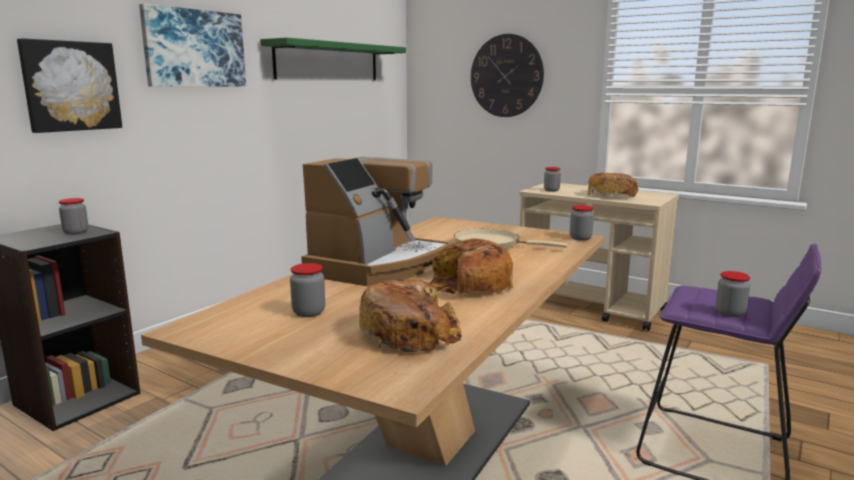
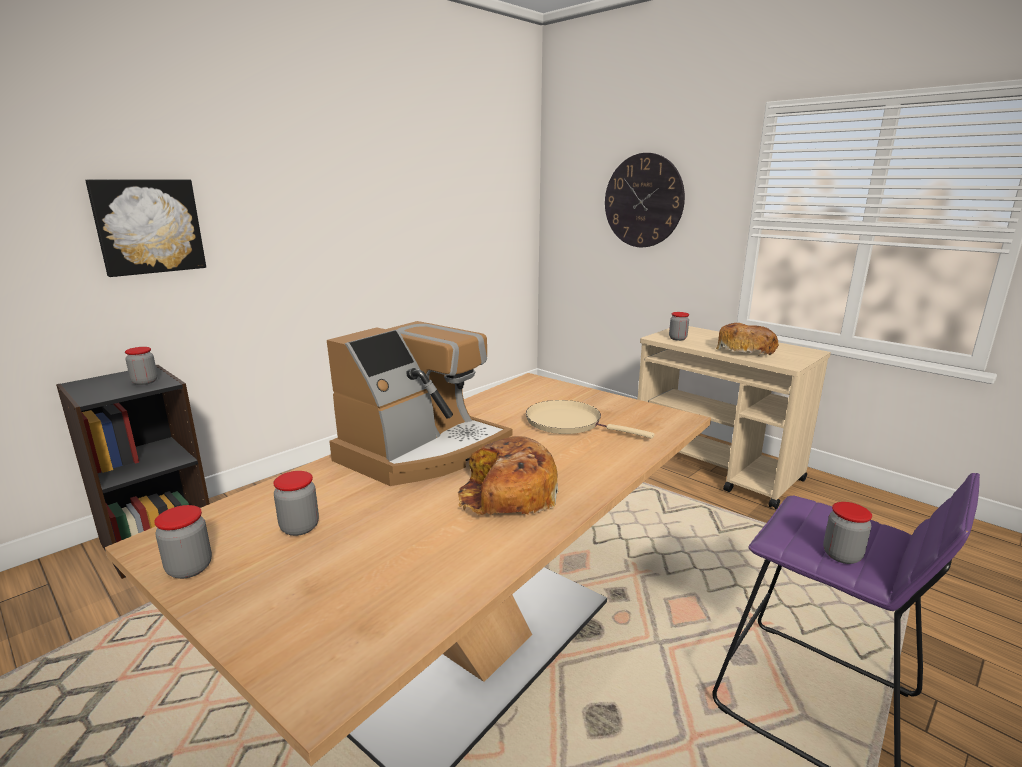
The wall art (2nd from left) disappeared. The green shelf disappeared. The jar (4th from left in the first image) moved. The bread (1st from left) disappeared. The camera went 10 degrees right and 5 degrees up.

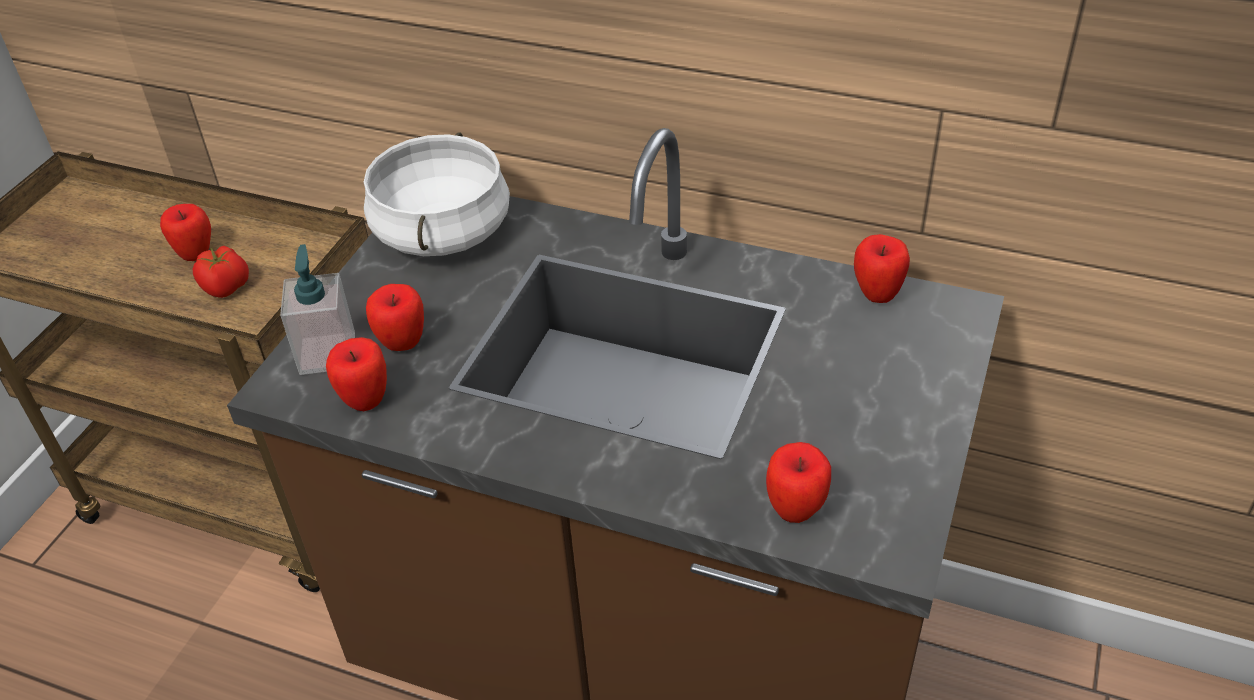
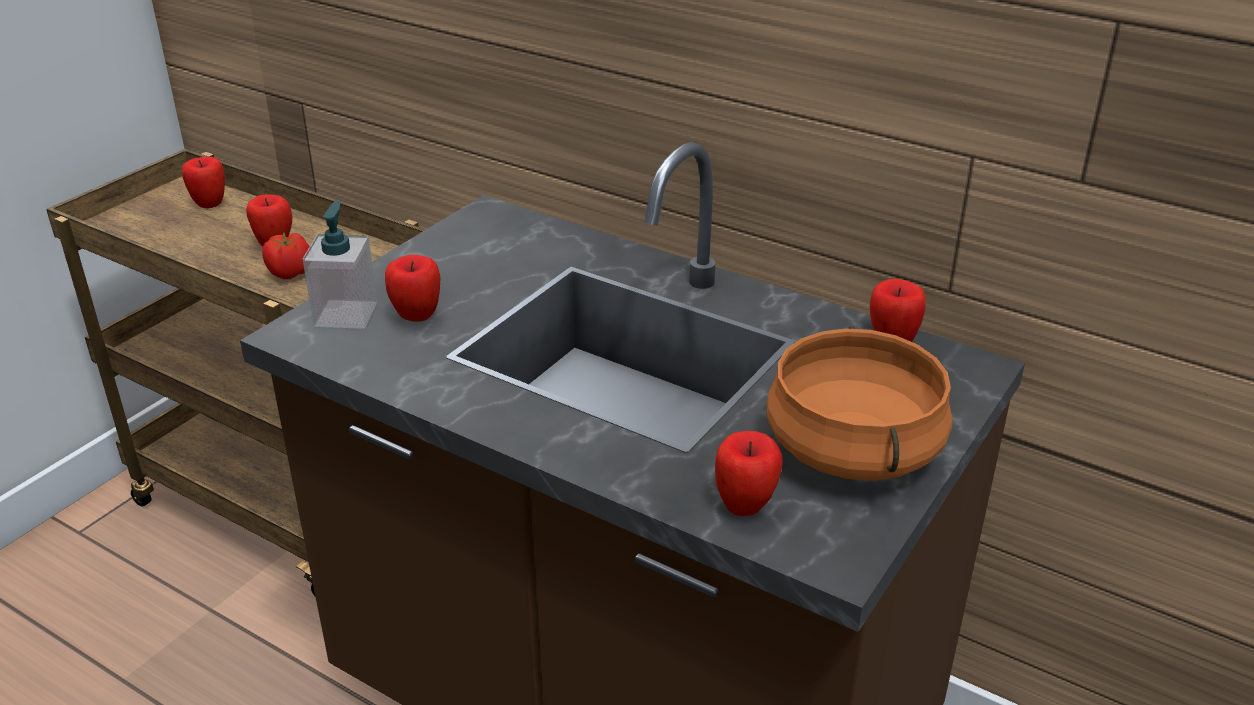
The white-coloured saucepot disappeared. The apple (2nd from left in the first image) moved. The orangey saucepot appeared. The camera went 10 degrees right and 10 degrees down.

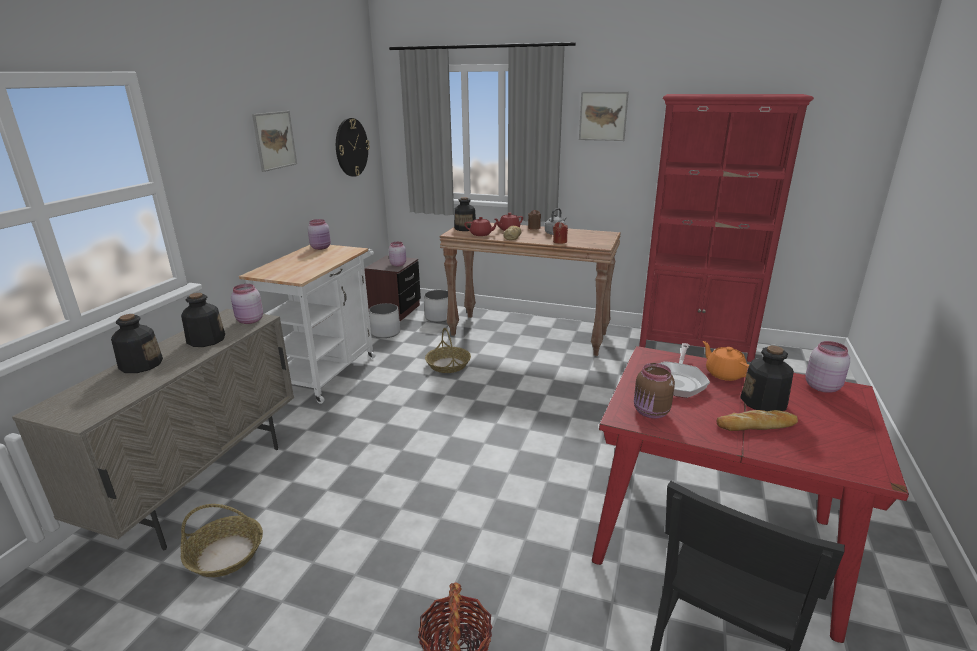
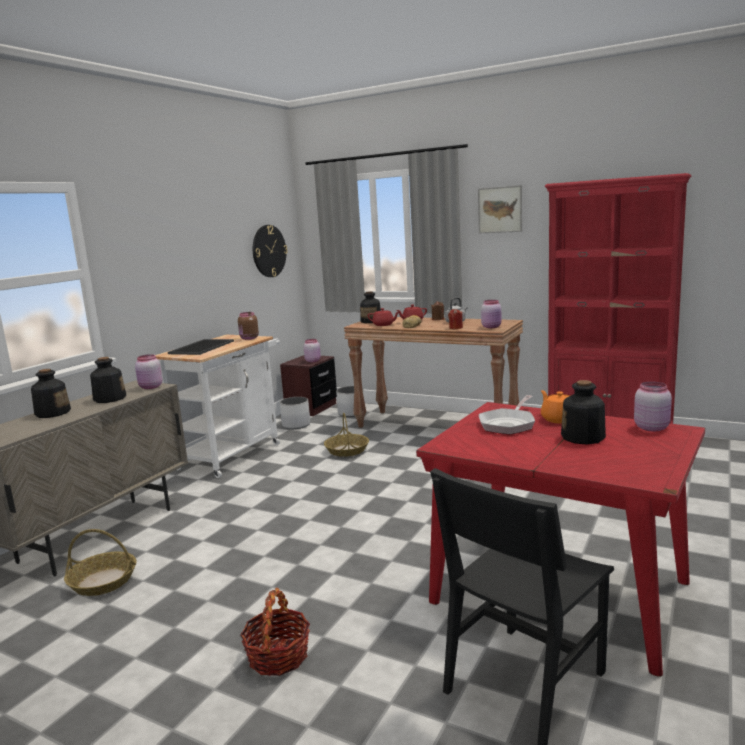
The wall art (1st from left) disappeared. The pink jar (2nd from left in the first image) moved. The brownish jar moved. The bread (2nd from left) disappeared. The carrying tray appeared. The camera went 10 degrees right and 10 degrees down.

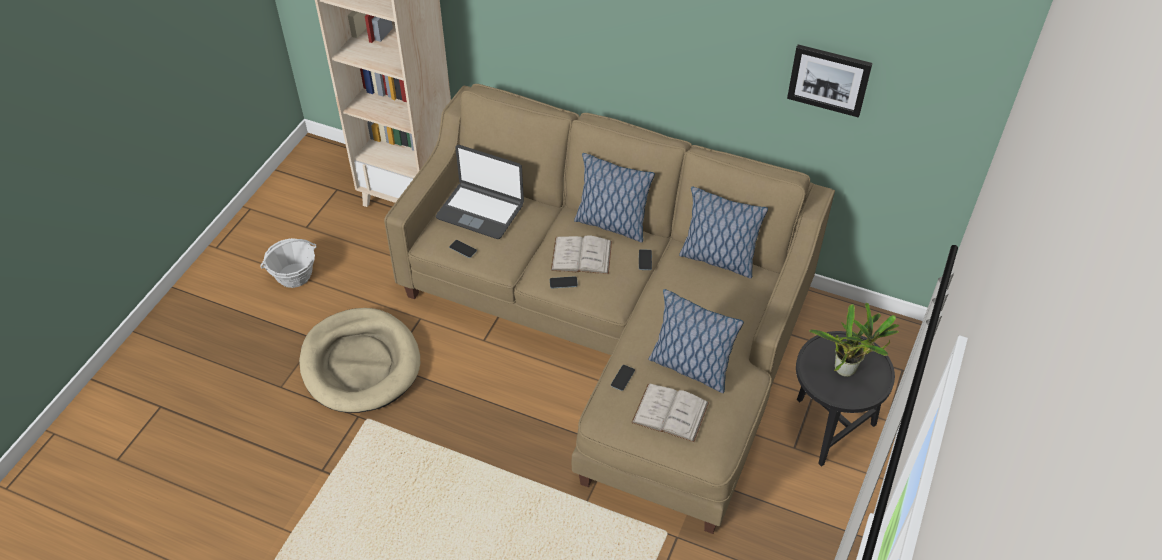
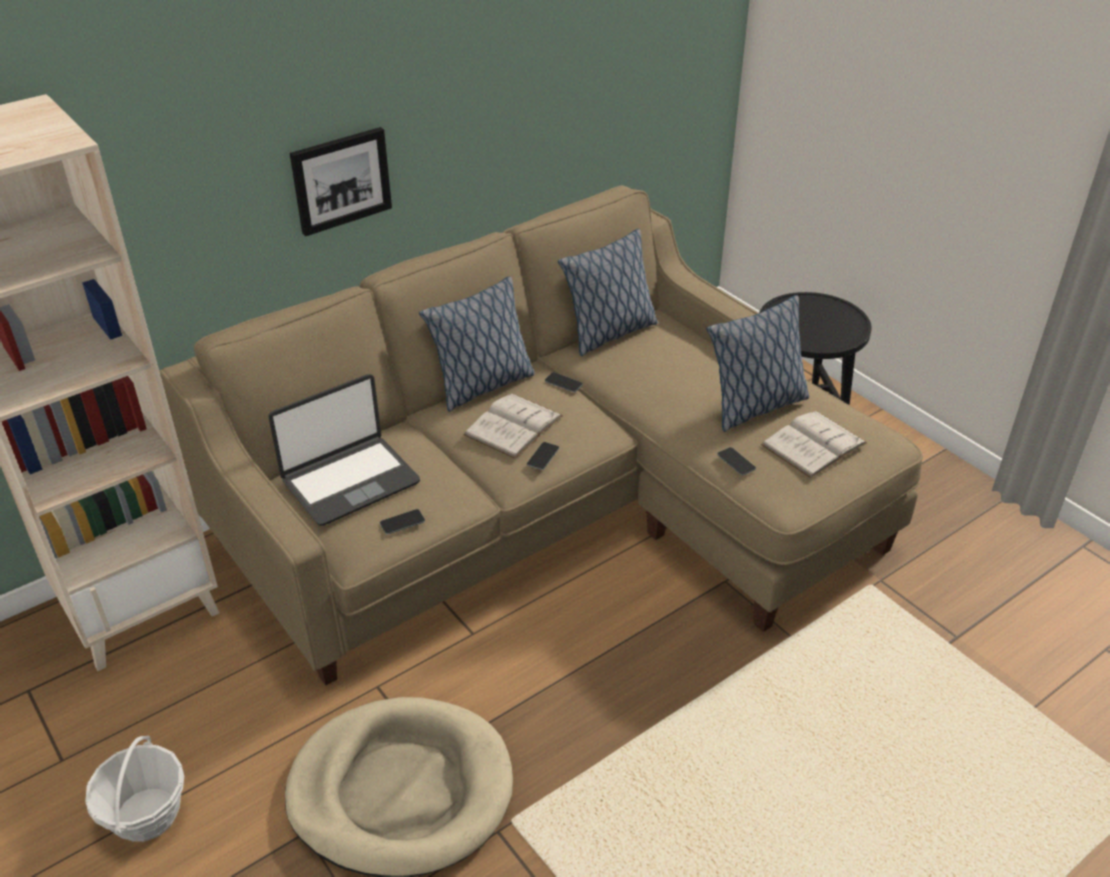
The wall art moved. The potted plant disappeared. The camera went 60 degrees left and 10 degrees down.

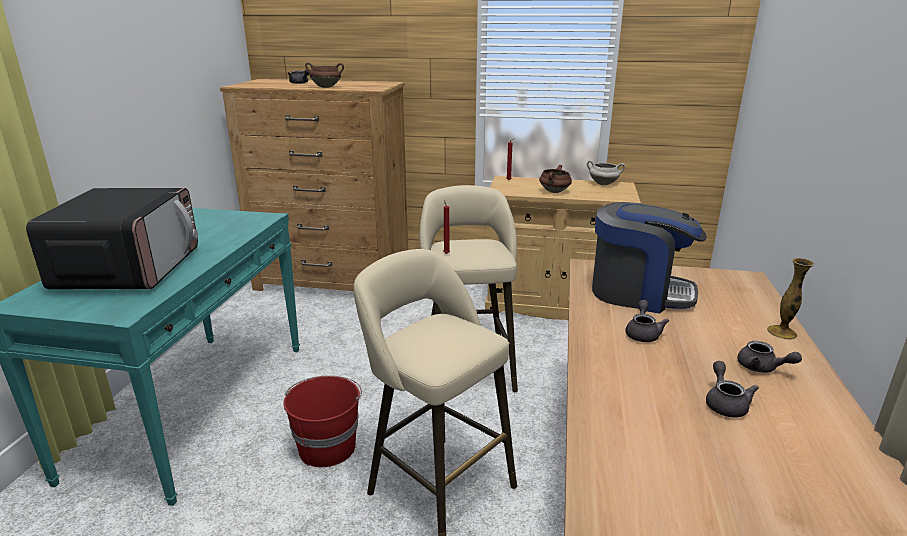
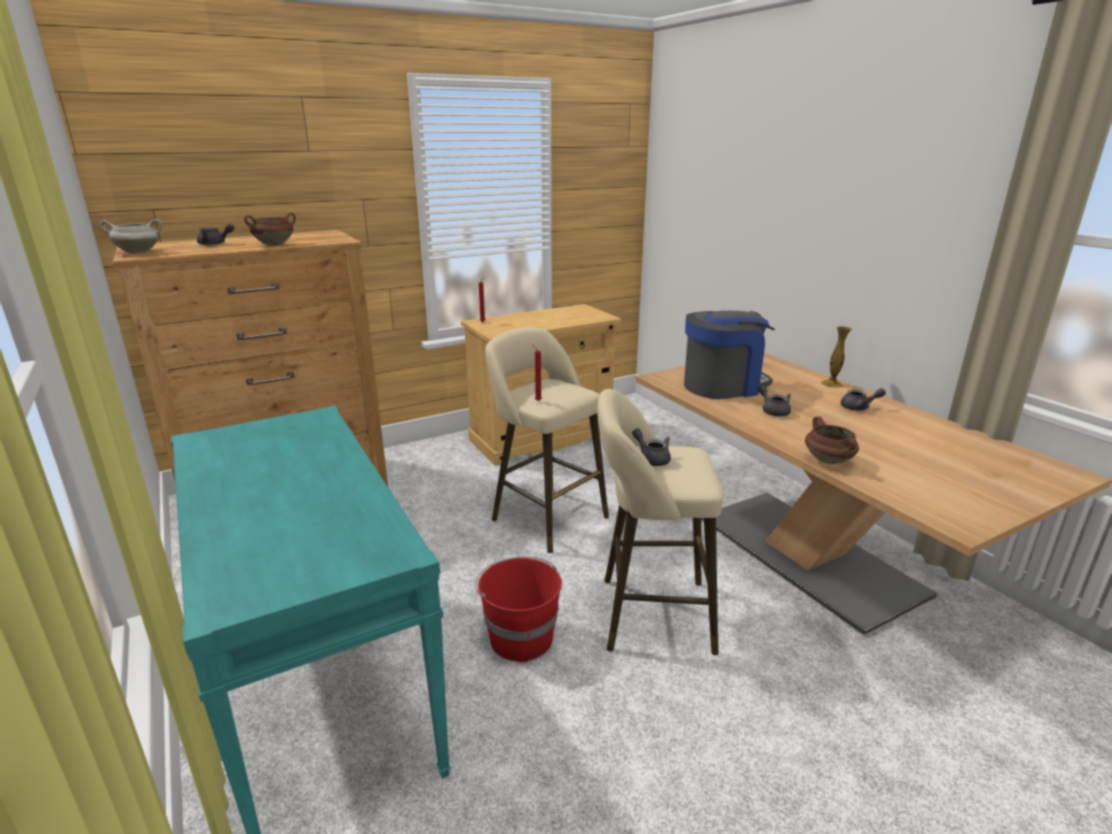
The white-coloured saucepot moved. The brownish saucepot (2nd from left) moved. The kitchen microwave disappeared. The greyish pot for tea (3rd from left in the first image) moved. The camera went 40 degrees left and 0 degrees up.

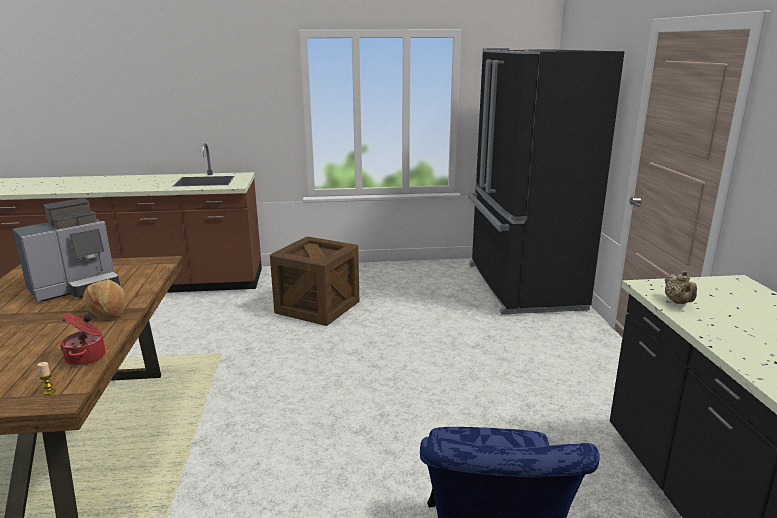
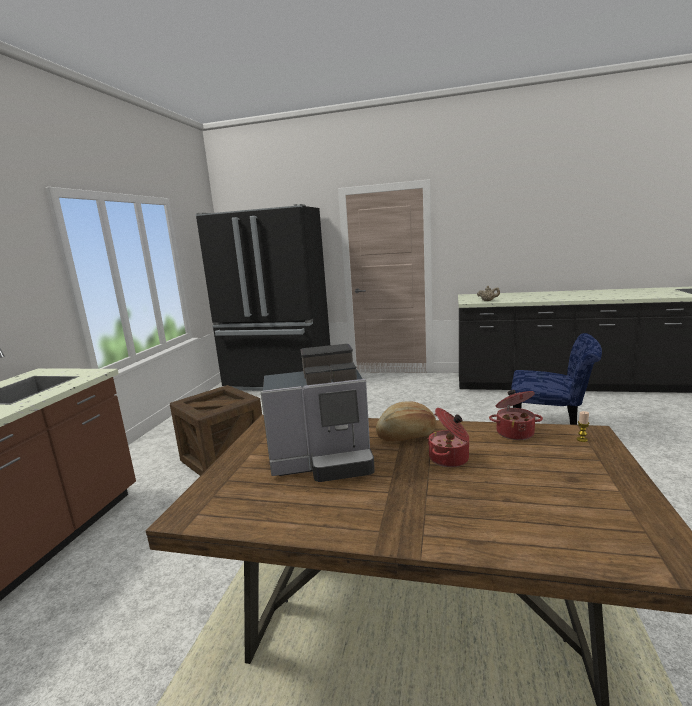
The coffee machine turned 105 degrees clockwise. The saucepot (1st from left) appeared. The camera went 70 degrees left and 5 degrees down.

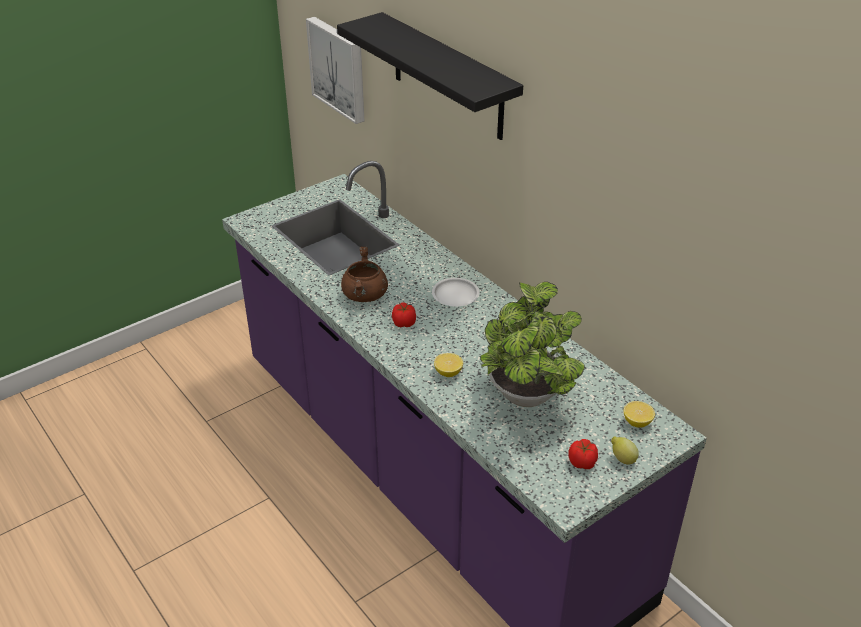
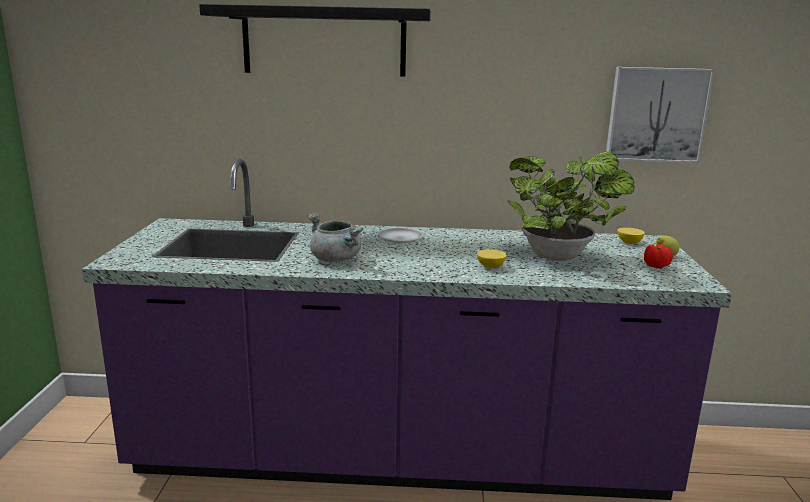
The wall art moved. The brownish saucepot became the greyish saucepot. The tomato (1st from left) disappeared. The camera went 50 degrees left and 20 degrees down.

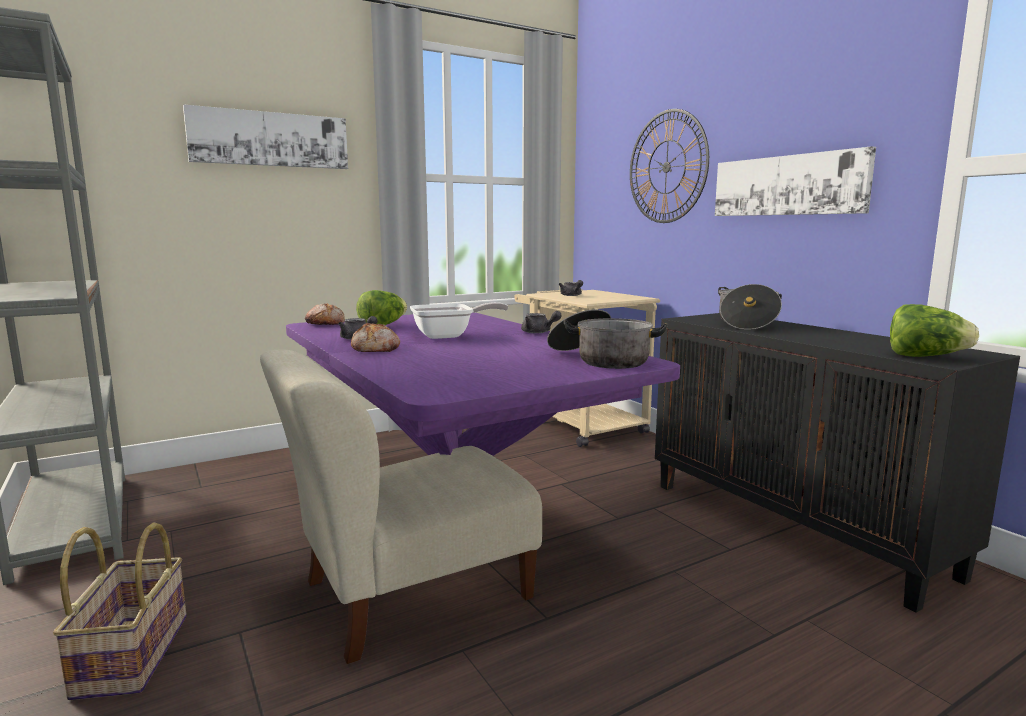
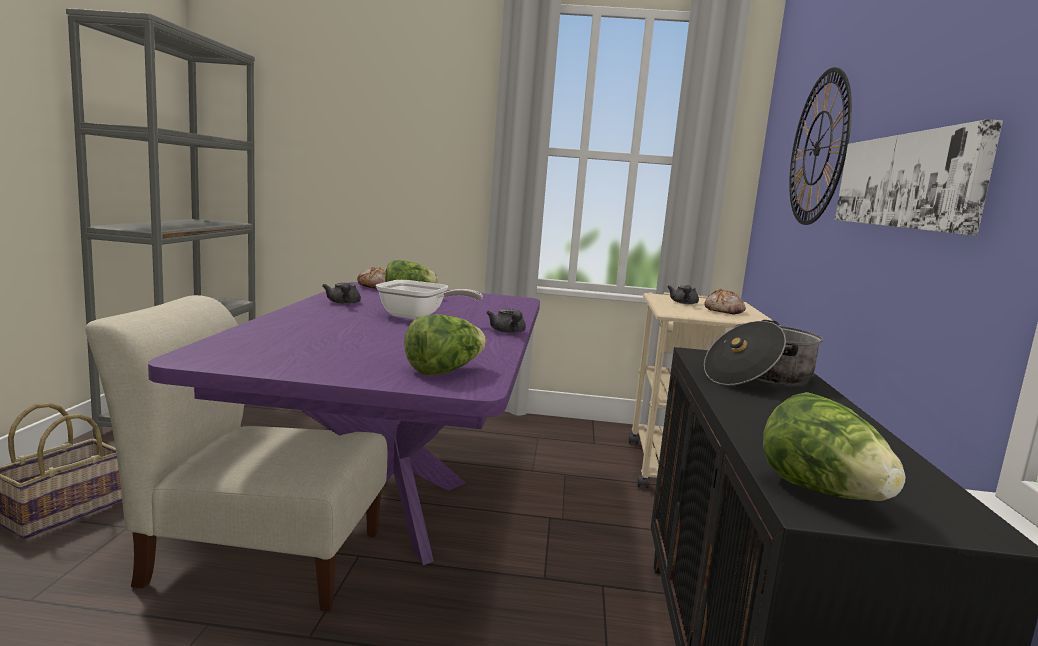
The wall art (1st from left) disappeared. The saucepot (1st from left) was replaced by the head of lettuce (2nd from left). The bread (2nd from left) moved. The camera went 35 degrees right and 0 degrees up.

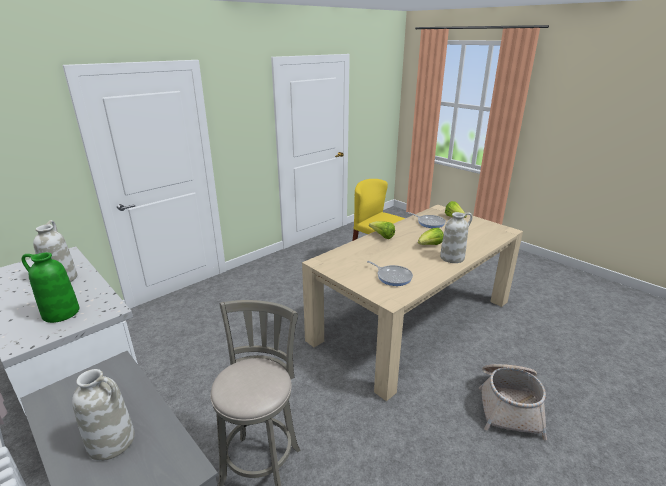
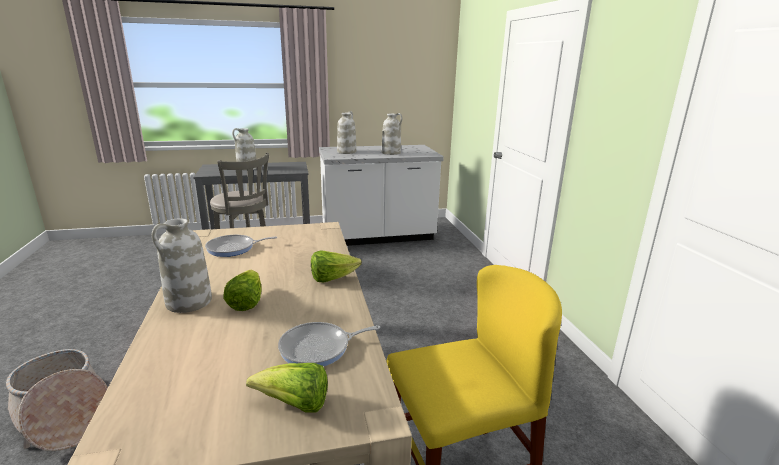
The green decorative vase became the white-coloured decorative vase (3rd from left). The camera went 120 degrees right and 5 degrees down.

